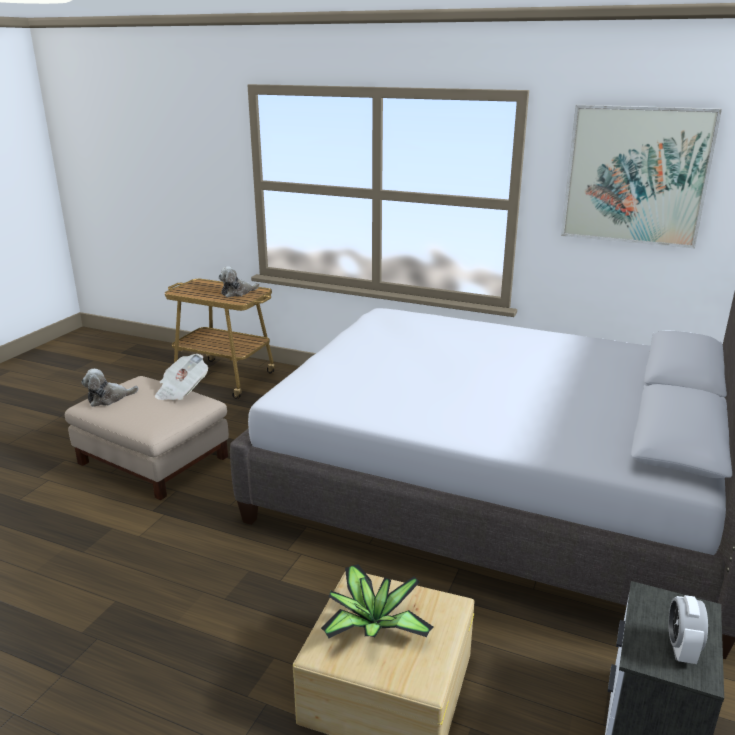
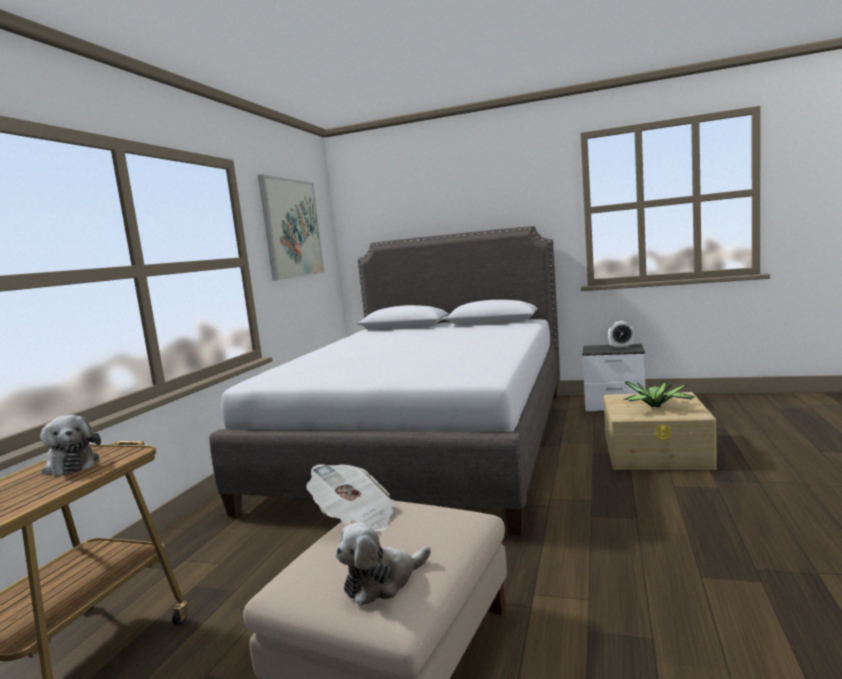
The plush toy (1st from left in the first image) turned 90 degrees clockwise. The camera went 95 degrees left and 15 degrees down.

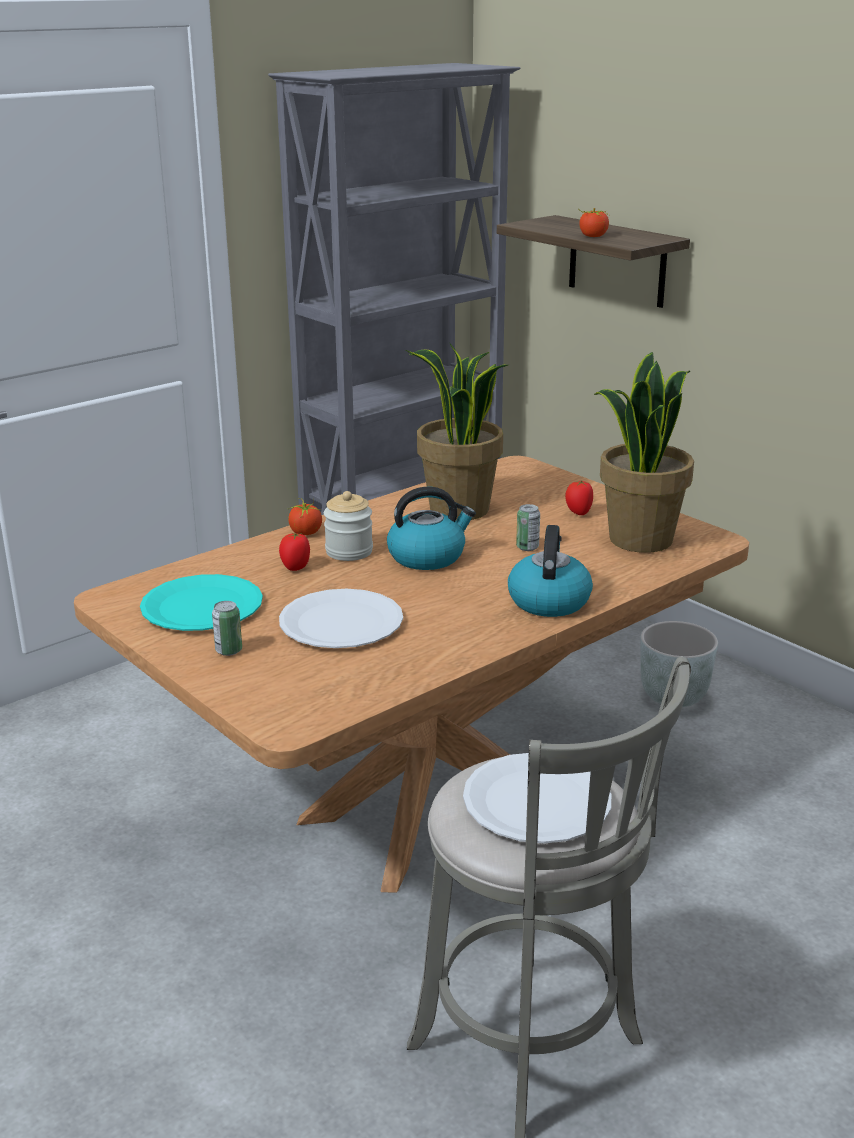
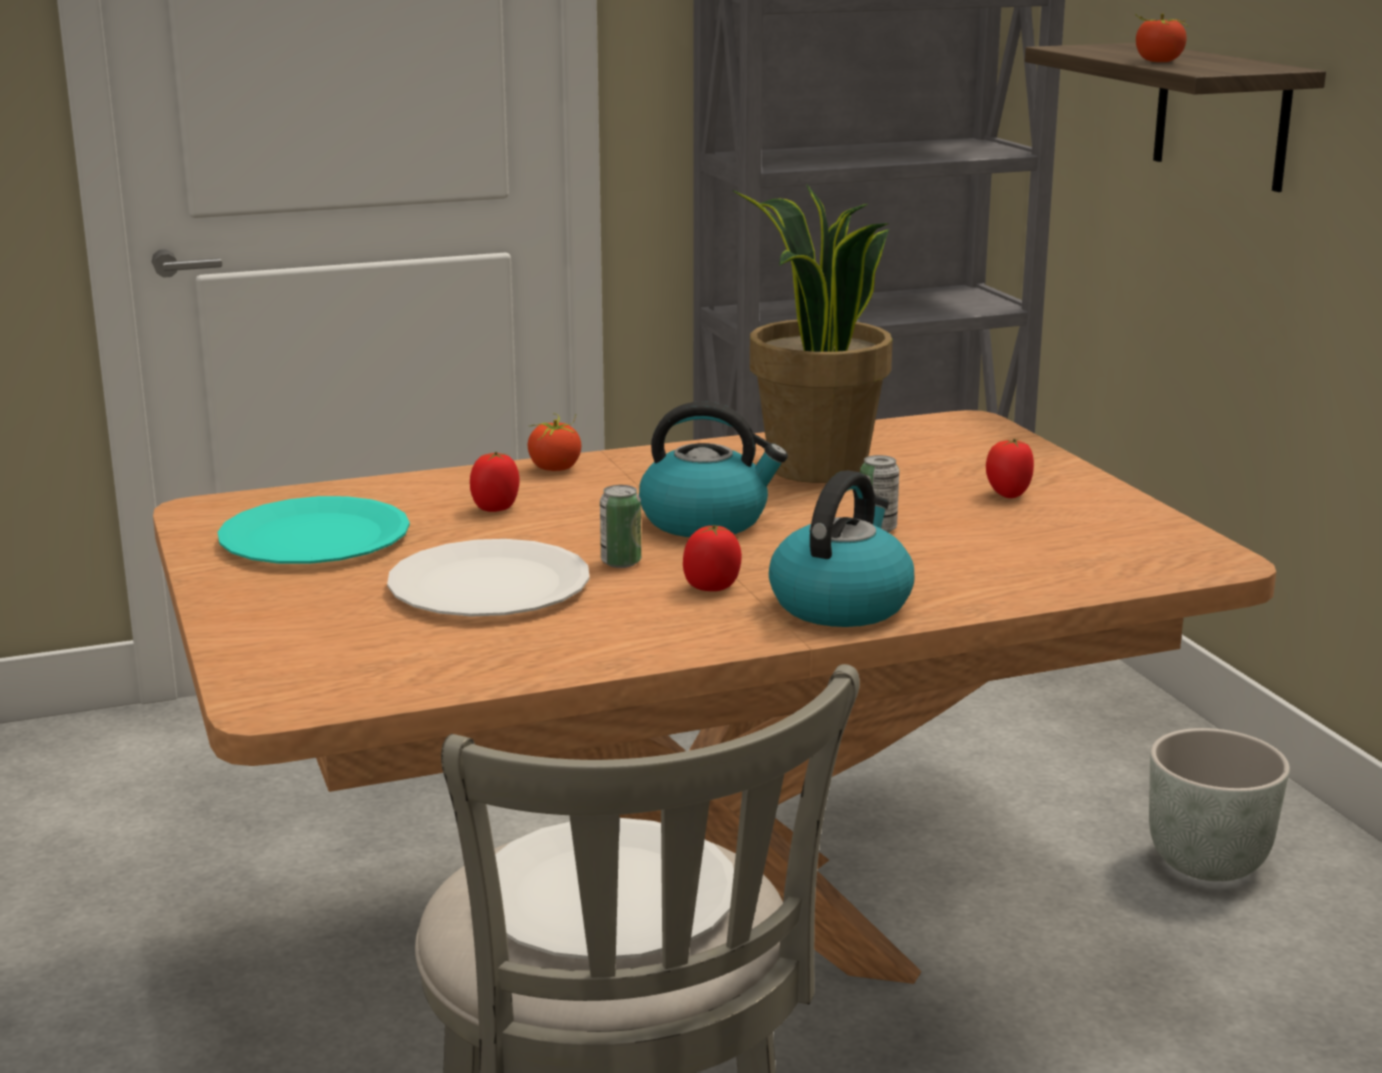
The potted plant (2nd from left) disappeared. The jar disappeared. The sealed can (1st from left) moved. The tomato (3rd from left) appeared. The camera went 20 degrees right and 5 degrees down.

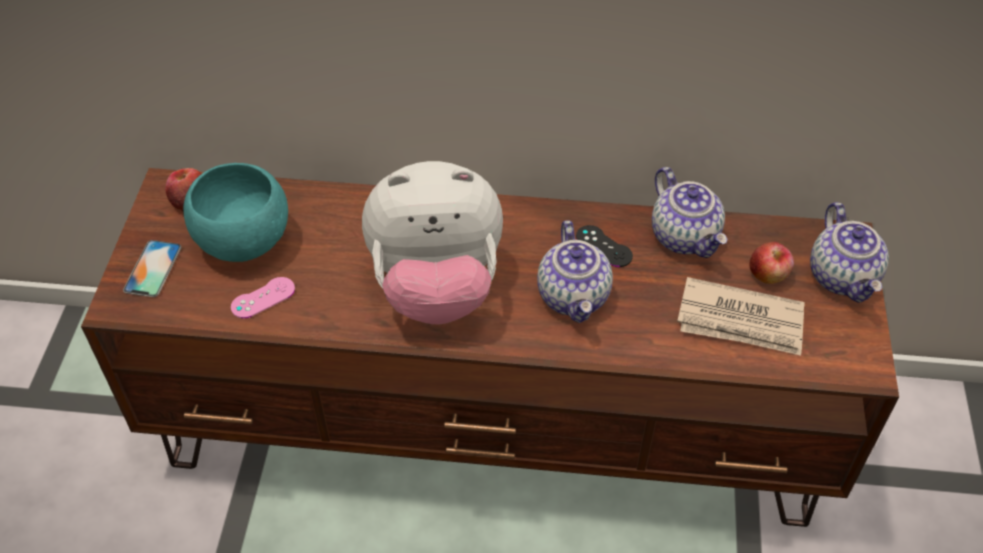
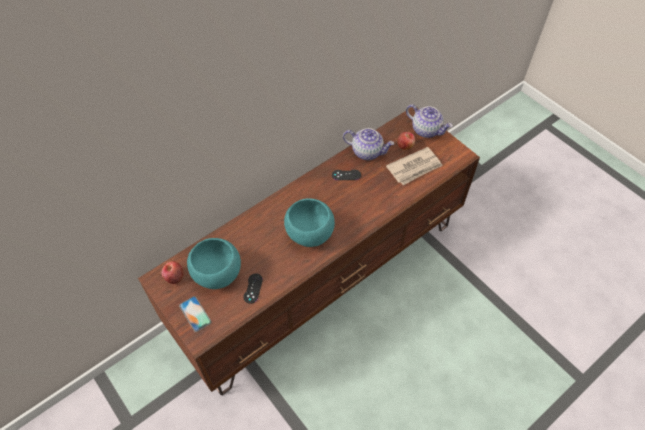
The plush toy was replaced by the turquoise bowl (2nd from left). The pot for tea (1st from left) disappeared. The pink game controller became the blackish game controller (1st from left). The camera went 45 degrees left and 5 degrees up.

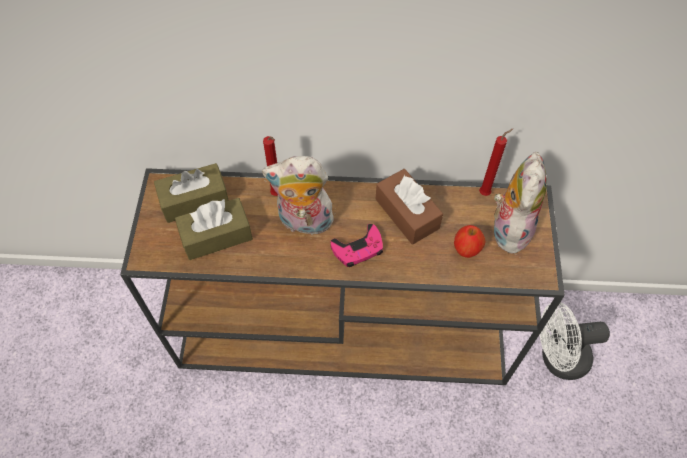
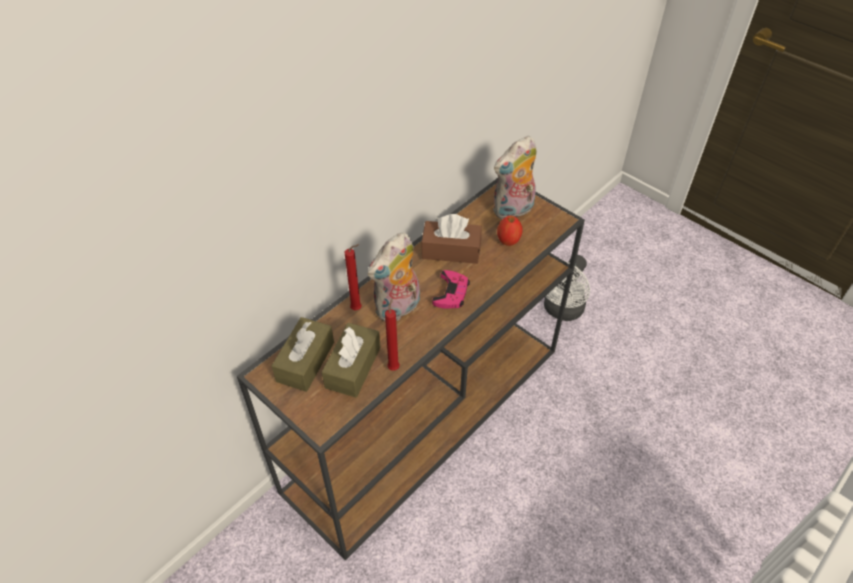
The red-coloured wax candle (2nd from left) moved. The plush toy (2nd from left) turned 90 degrees counterclockwise. The camera went 50 degrees left and 10 degrees down.

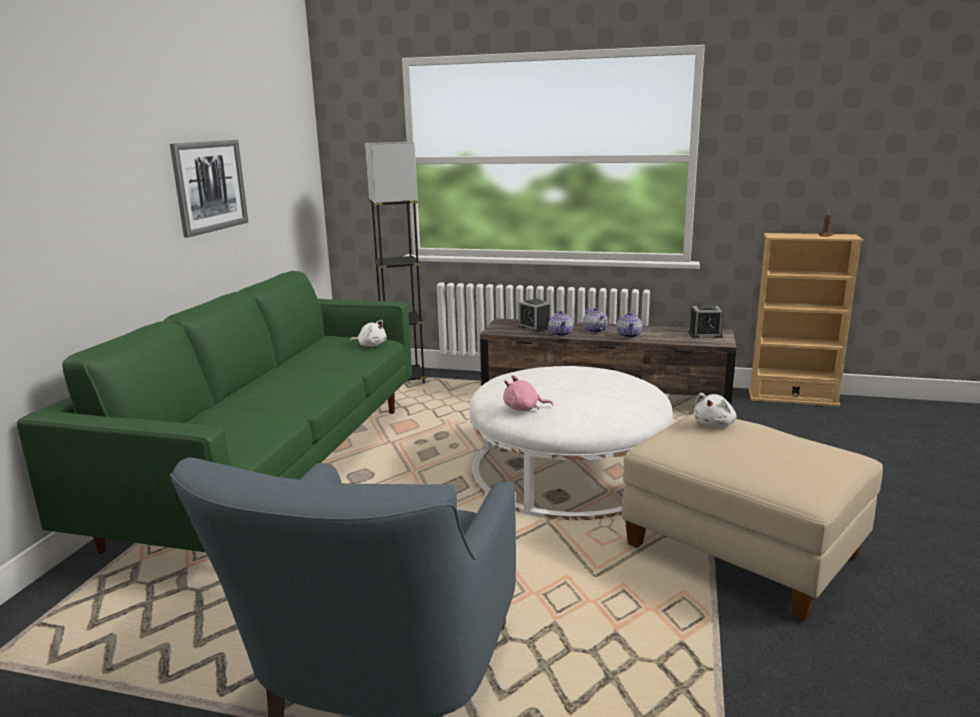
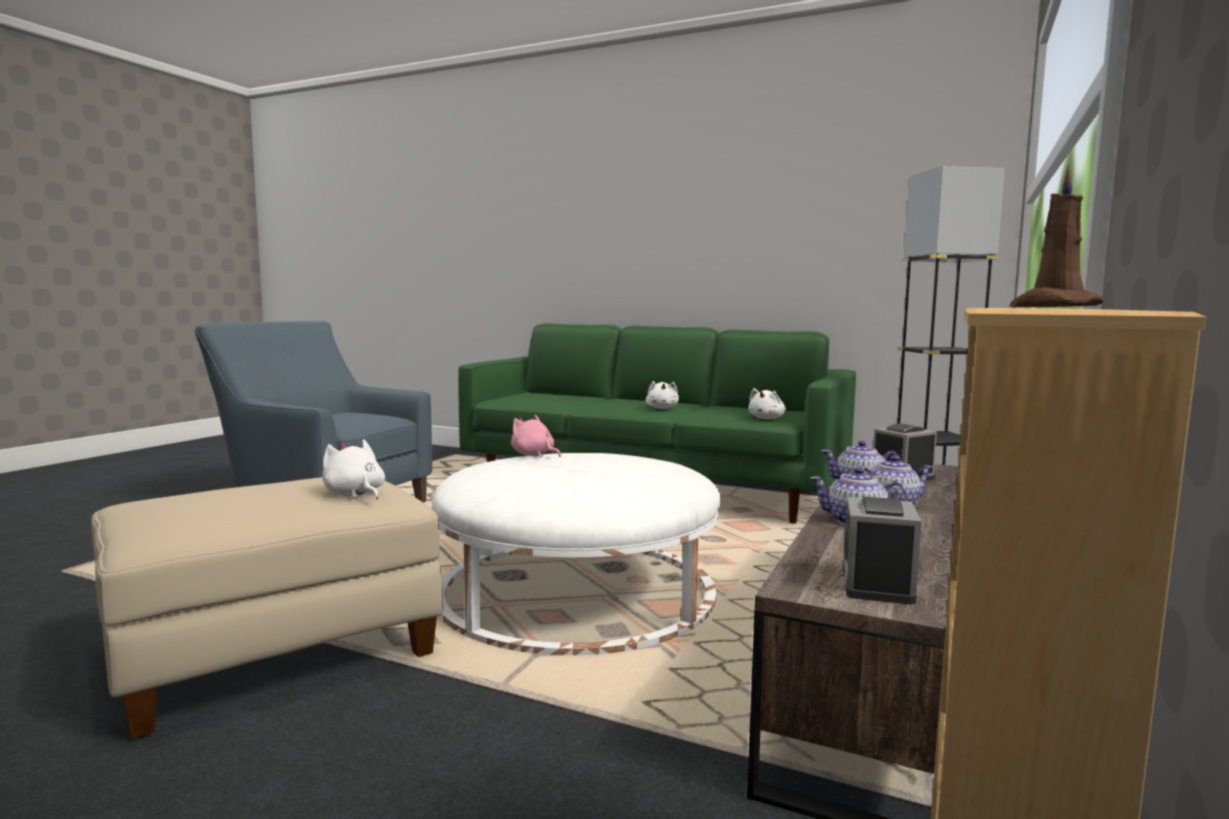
The wall art disappeared. The pink plush toy turned 60 degrees counterclockwise. The white-coloured plush toy (2nd from left) appeared. The camera went 100 degrees right and 10 degrees down.

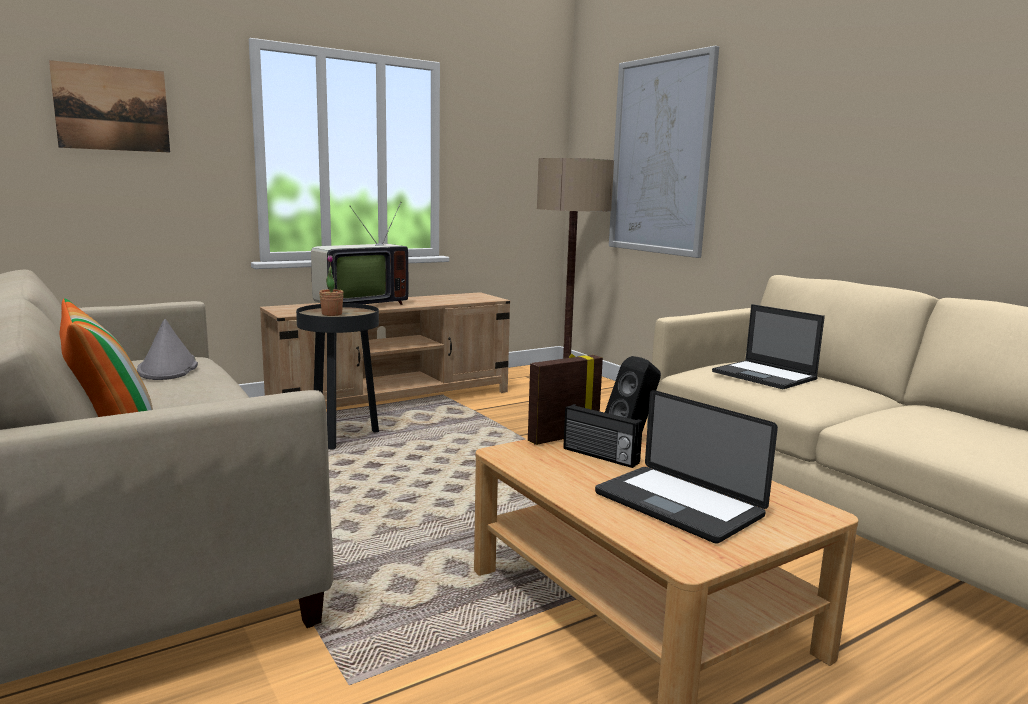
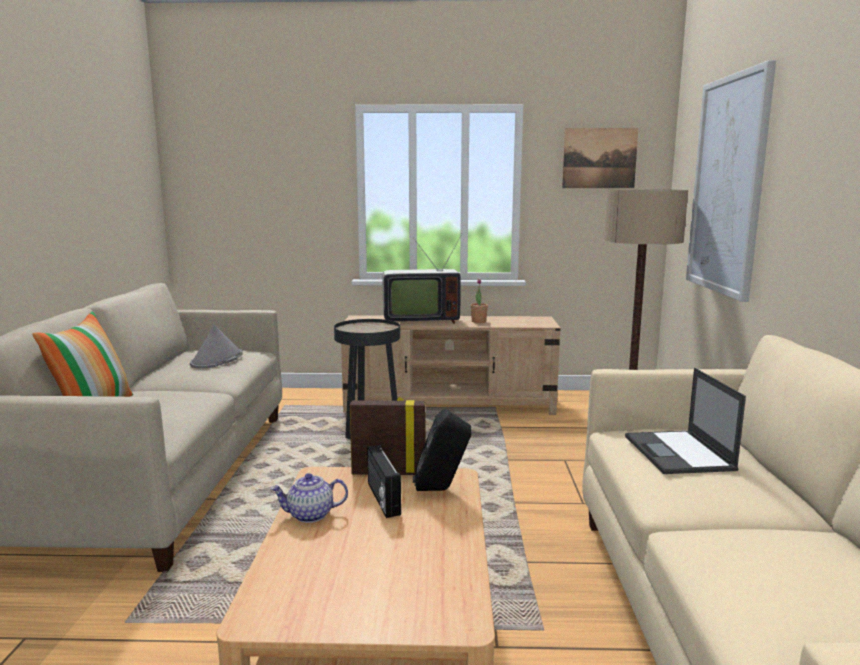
The wall art (1st from left) moved. The potted plant moved. The notebook computer (1st from left) disappeared. The pot for tea appeared. The camera went 35 degrees right and 0 degrees up.

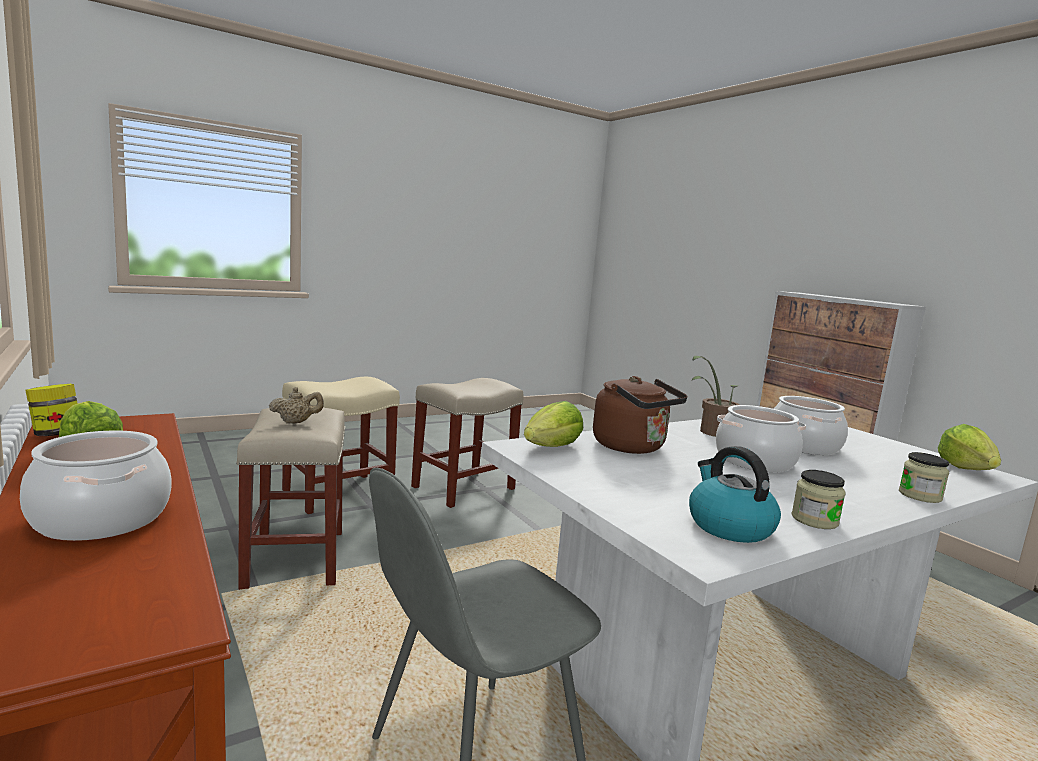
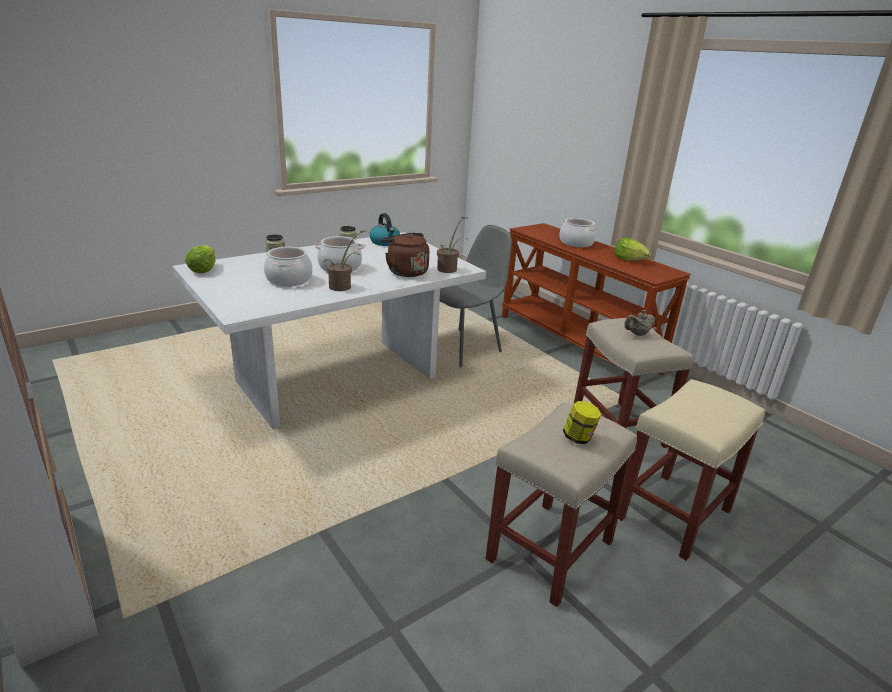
The jar (1st from left in the first image) moved. The head of lettuce (2nd from left) was replaced by the potted plant (2nd from left). The camera went 175 degrees right and 15 degrees up.

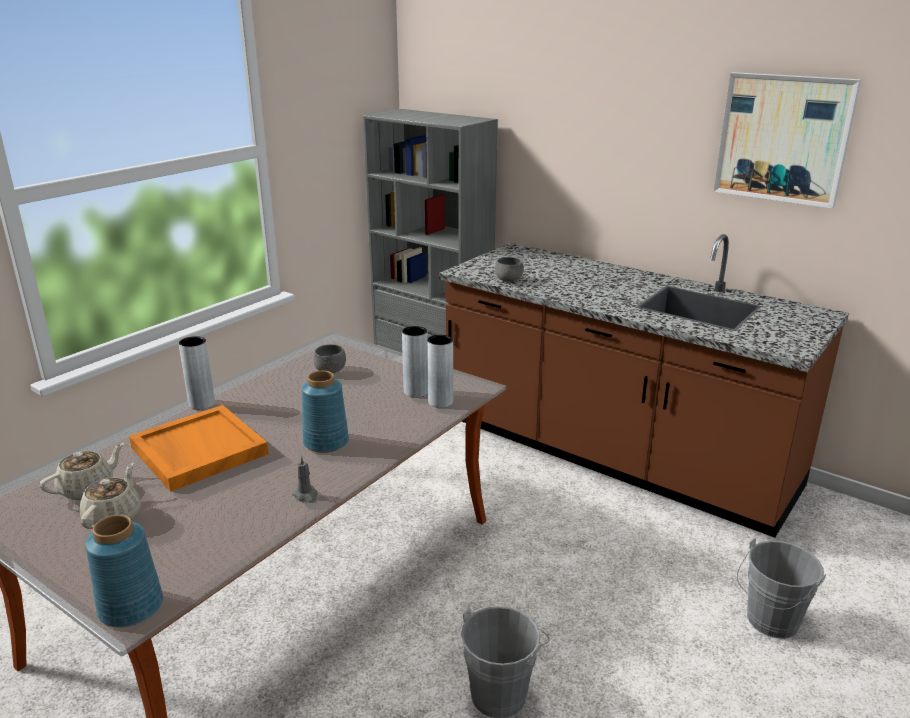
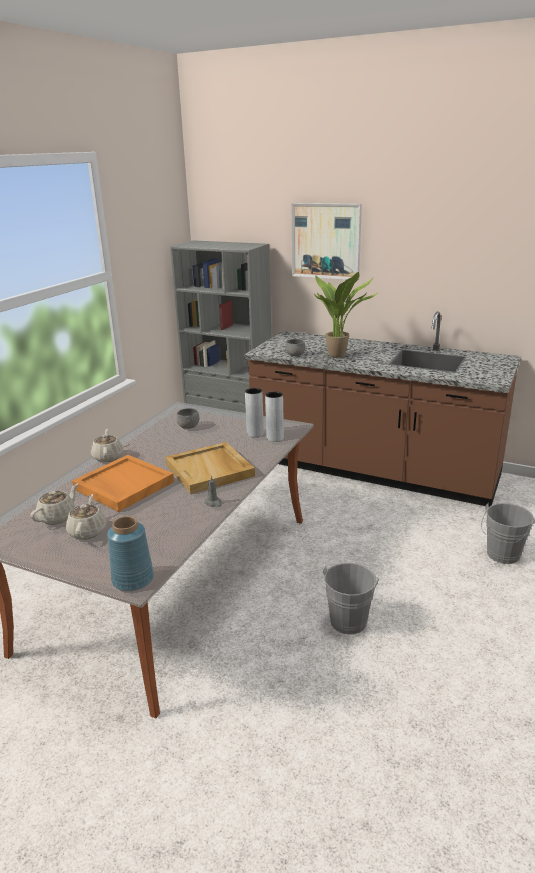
The wall art moved. The greyish decorative vase (1st from left) was replaced by the beige-coloured pot for tea (3rd from left). The blue-coloured decorative vase (2nd from left) was replaced by the beige-coloured carrying tray. The potted plant appeared. The camera went 10 degrees left and 0 degrees up.

